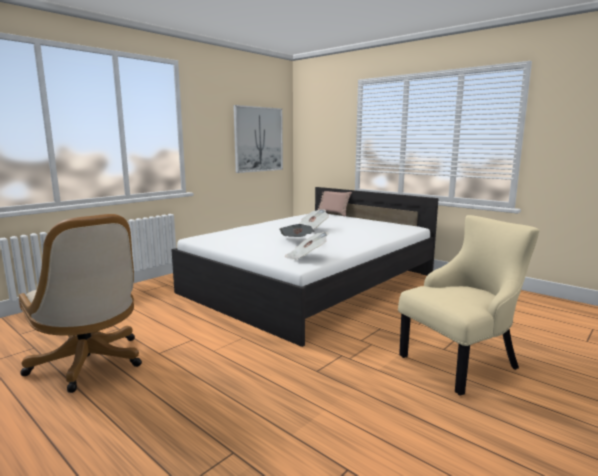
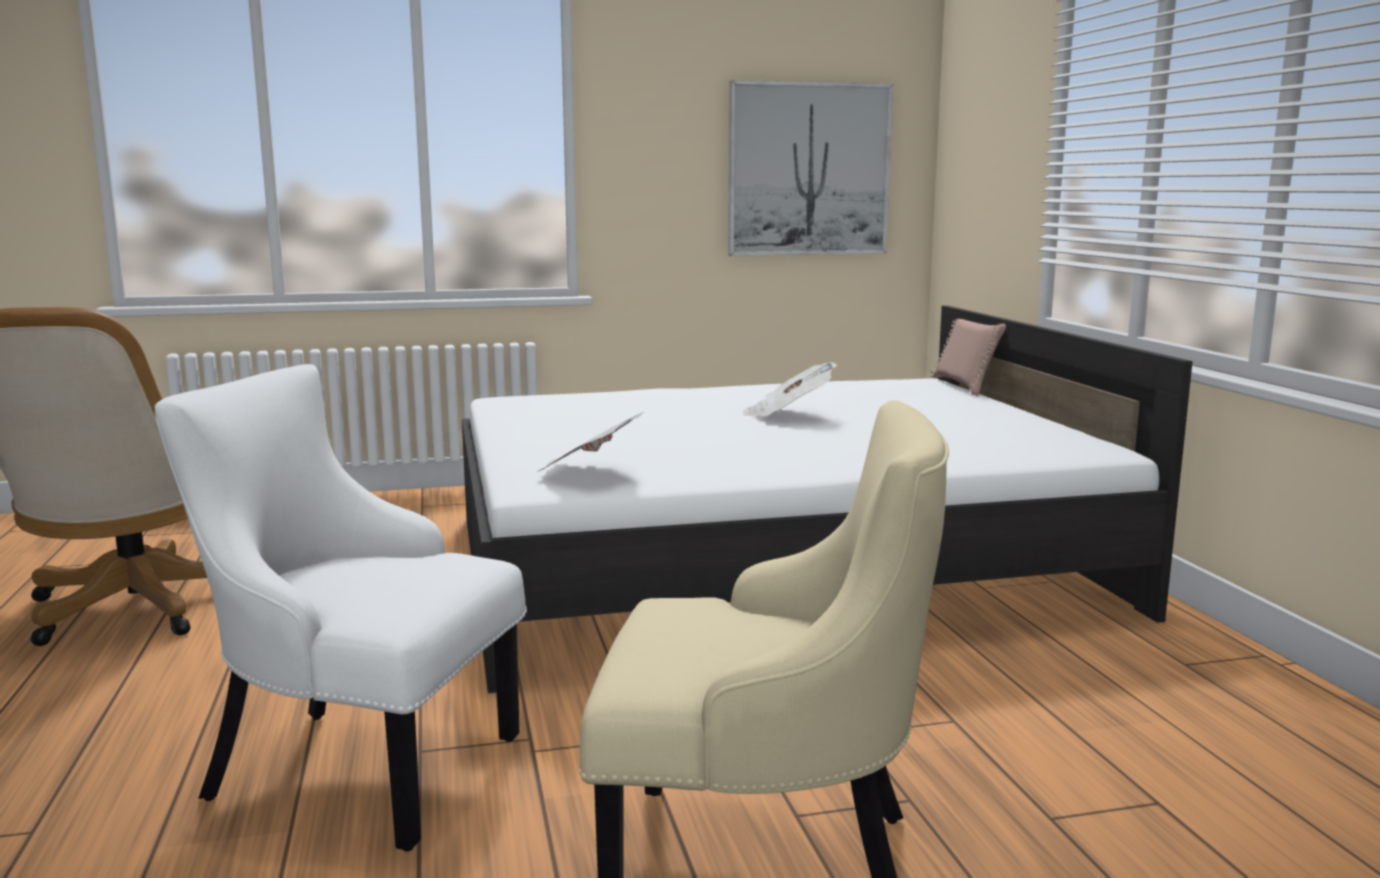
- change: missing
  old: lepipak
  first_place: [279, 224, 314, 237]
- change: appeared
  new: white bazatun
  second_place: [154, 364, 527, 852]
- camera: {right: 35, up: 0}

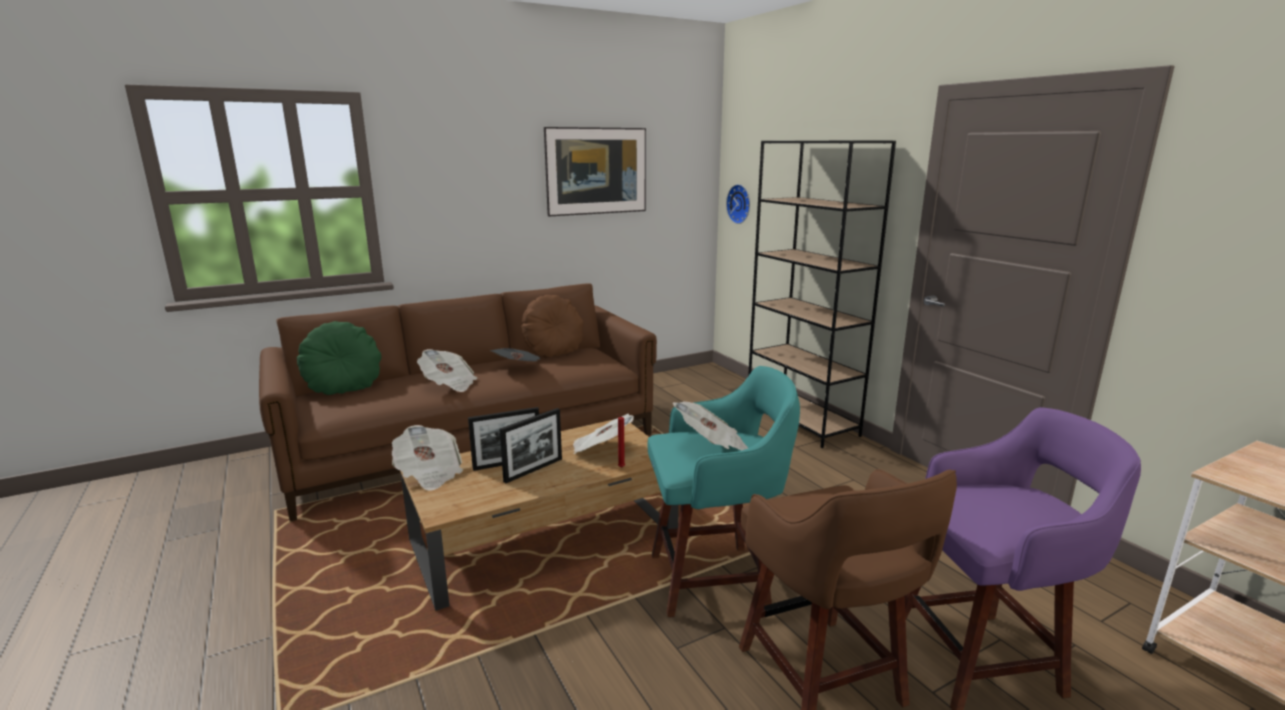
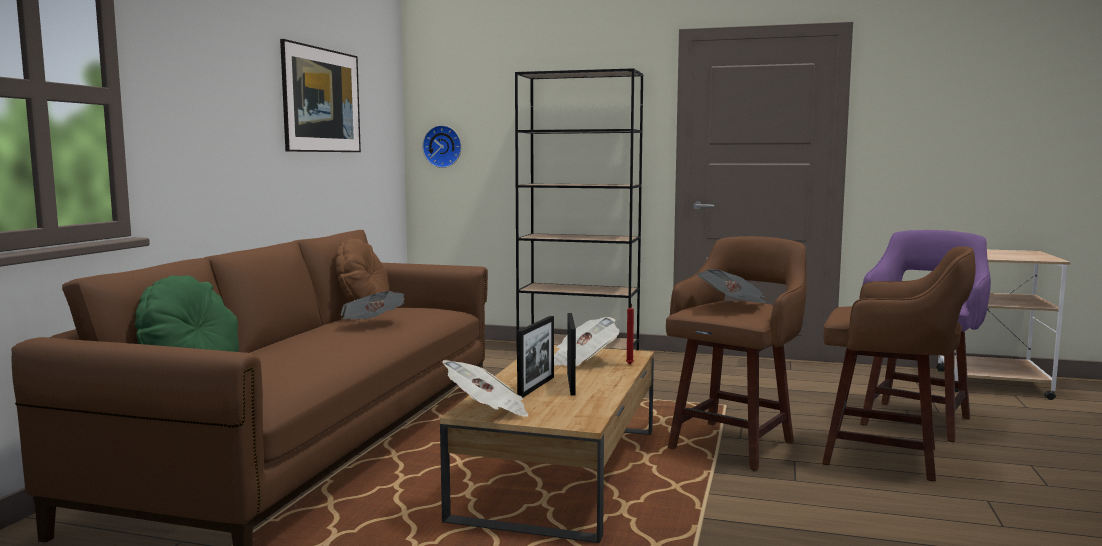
- change: missing
  old: lepipak
  first_place: [417, 349, 477, 392]
- change: colour
  old: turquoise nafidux
  new: brown nafidux
  first_place: [648, 366, 800, 617]
  second_place: [666, 236, 807, 471]
- camera: {right: -45, up: -10}

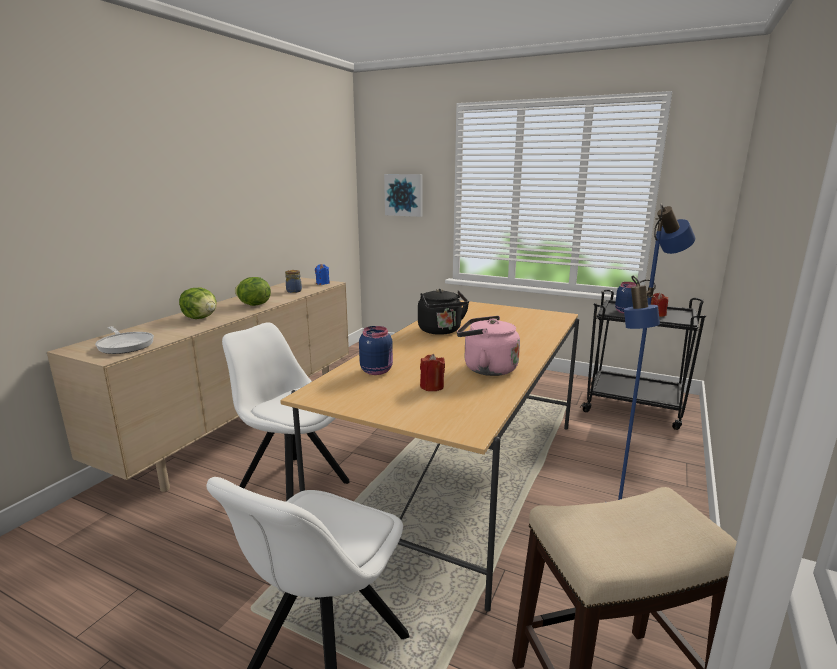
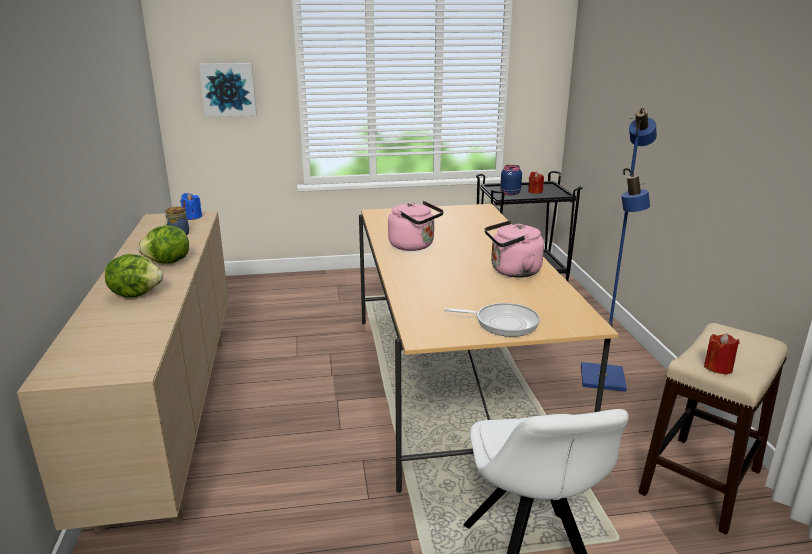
- change: missing
  old: white bazatun
  first_place: [222, 322, 350, 501]
- change: missing
  old: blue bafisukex
  first_place: [359, 326, 393, 375]
- change: relocated
  old: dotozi
  first_place: [95, 326, 154, 354]
  second_place: [444, 303, 540, 337]
- change: relocated
  old: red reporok
  first_place: [420, 354, 445, 391]
  second_place: [704, 333, 740, 375]
- change: colour
  old: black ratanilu
  new: pink ratanilu
  first_place: [418, 289, 469, 335]
  second_place: [388, 201, 444, 251]
- camera: {right: -35, up: 5}

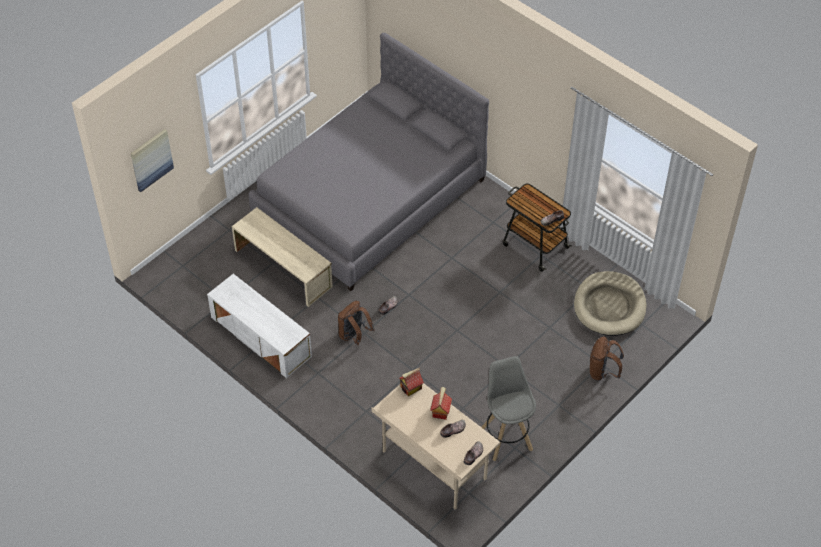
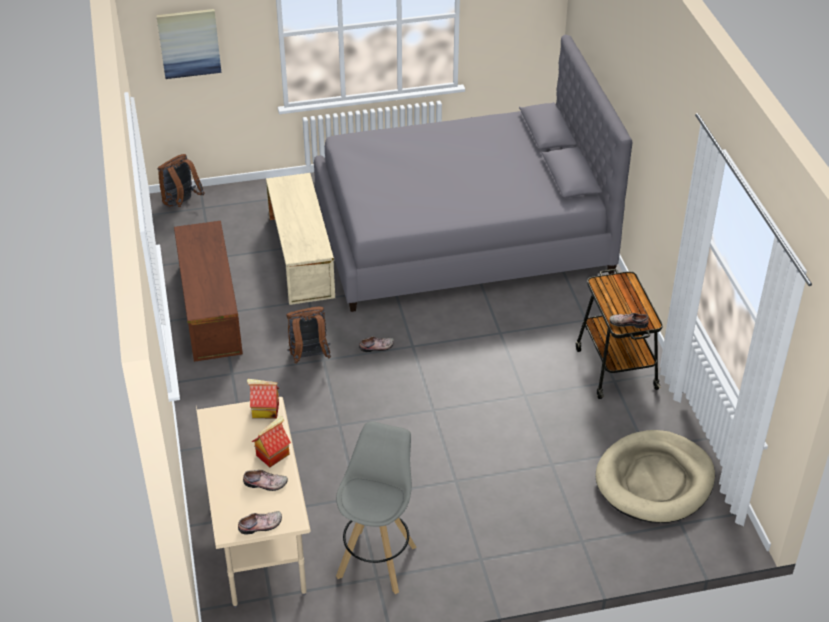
- change: relocated
  old: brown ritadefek
  first_place: [590, 337, 624, 381]
  second_place: [157, 154, 204, 207]
- change: colour
  old: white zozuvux
  new: brown zozuvux
  first_place: [207, 274, 312, 378]
  second_place: [174, 221, 243, 362]
- camera: {right: 35, up: -10}

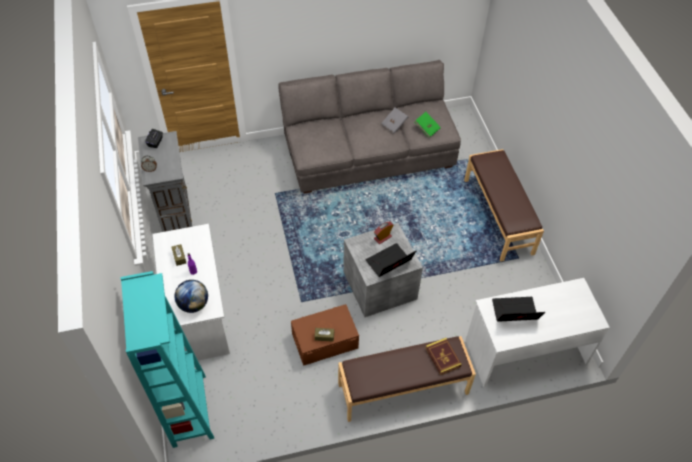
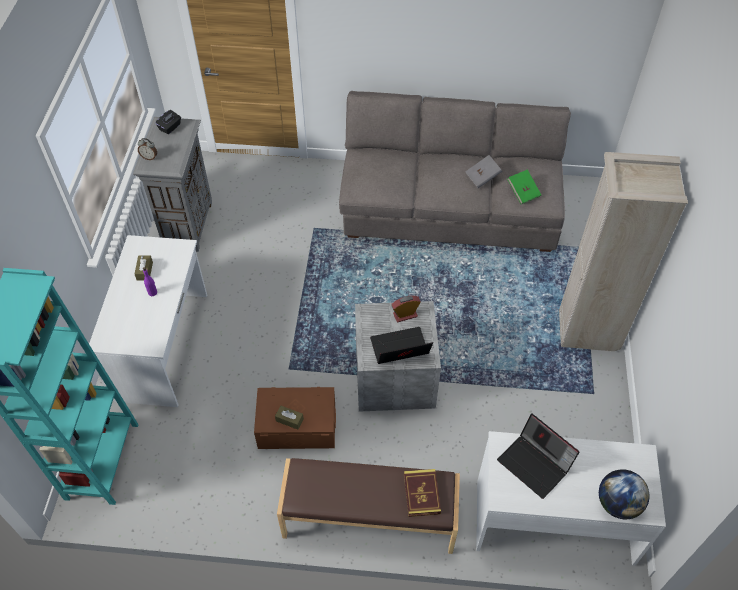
- change: relocated
  old: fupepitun
  first_place: [175, 280, 208, 313]
  second_place: [599, 469, 650, 519]
- change: exchanged
  old: brown zozuvux
  new: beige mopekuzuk
  first_place: [464, 149, 544, 262]
  second_place: [559, 152, 688, 351]
- change: spun
  old: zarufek
  first_place: [492, 297, 545, 322]
  second_place: [497, 414, 579, 499]
  degrees: -150
- camera: {right: 20, up: 0}

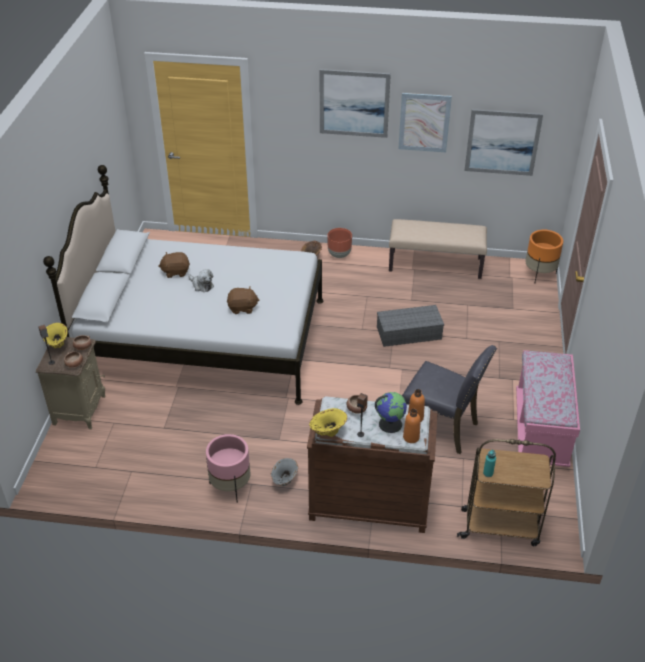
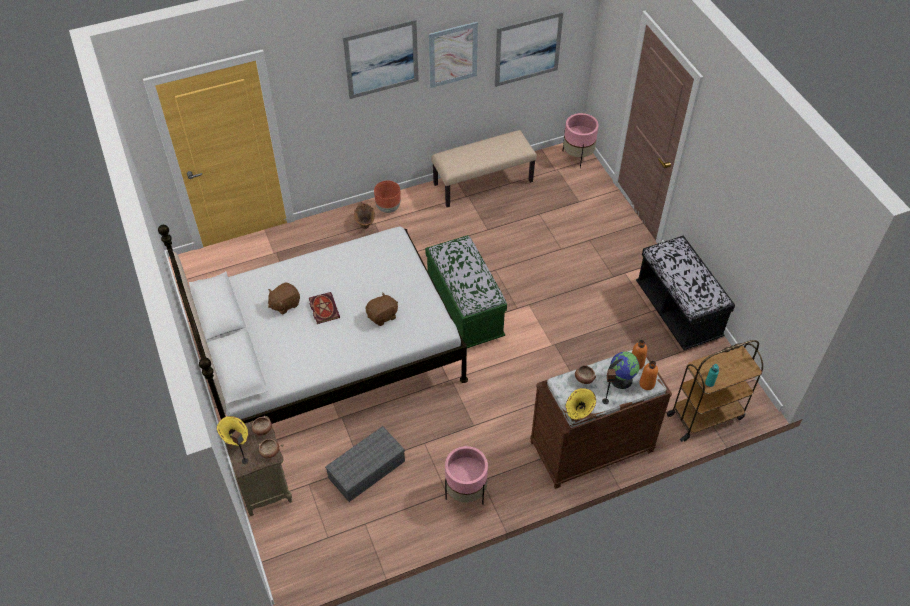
- change: missing
  old: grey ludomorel
  first_place: [271, 458, 298, 486]
- change: missing
  old: grey bazatun
  first_place: [402, 345, 497, 454]
- change: appeared
  new: green zozuvux
  second_place: [425, 235, 507, 348]
- change: relocated
  old: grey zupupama
  first_place: [377, 305, 444, 347]
  second_place: [325, 426, 405, 502]
- change: exchanged
  old: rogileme
  new: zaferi
  first_place: [188, 269, 214, 292]
  second_place: [309, 292, 340, 324]
- change: colour
  old: pink zozuvux
  new: black zozuvux
  first_place: [516, 350, 580, 467]
  second_place: [636, 235, 735, 350]
- change: colour
  old: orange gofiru
  new: pink gofiru
  first_place: [525, 230, 563, 284]
  second_place: [562, 113, 599, 168]
- camera: {right: -30, up: 10}

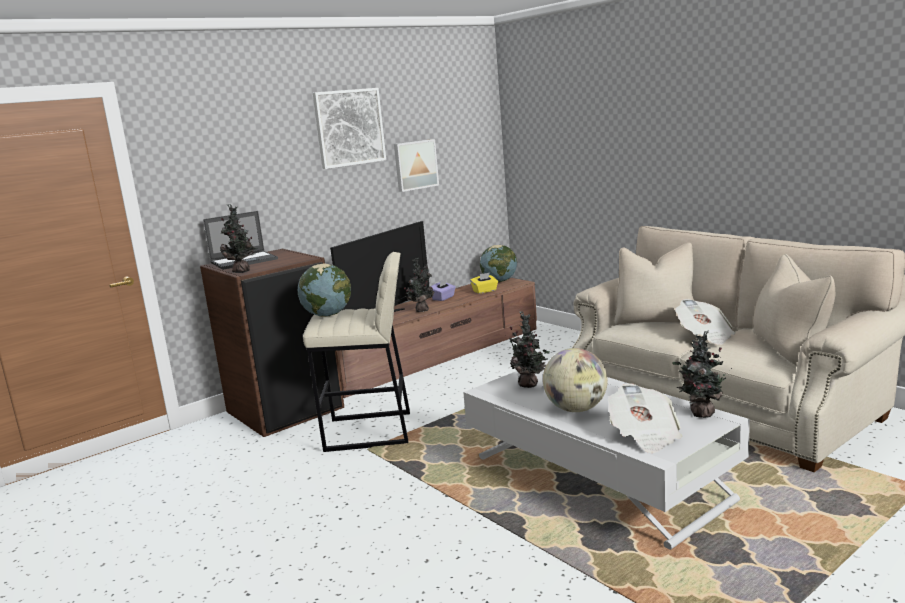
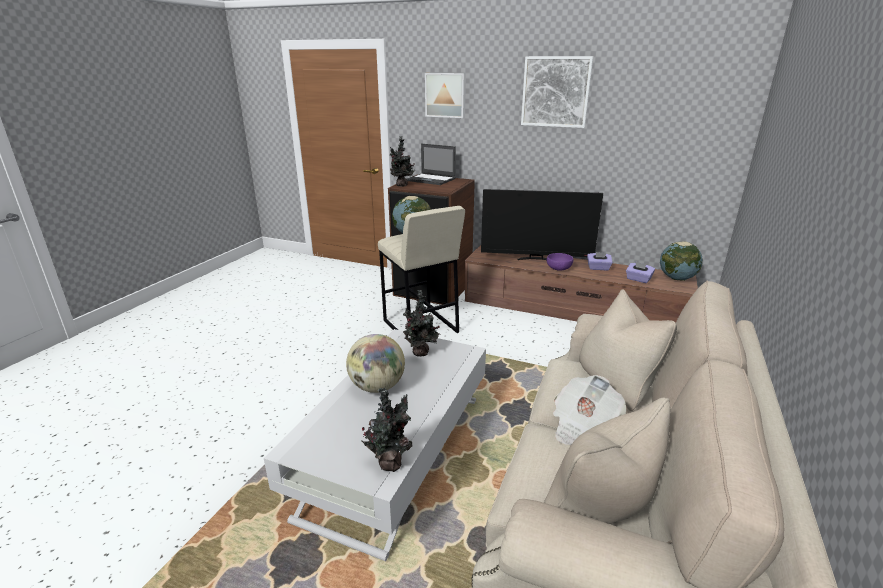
- change: missing
  old: lepipak
  first_place: [608, 383, 683, 453]
- change: relocated
  old: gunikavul
  first_place: [394, 139, 439, 192]
  second_place: [425, 73, 466, 118]
- change: exchanged
  old: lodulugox
  new: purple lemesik
  first_place: [404, 258, 435, 312]
  second_place: [547, 253, 573, 271]
- change: colour
  old: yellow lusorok
  new: purple lusorok
  first_place: [470, 273, 498, 294]
  second_place: [626, 262, 655, 283]
- camera: {right: 60, up: 10}

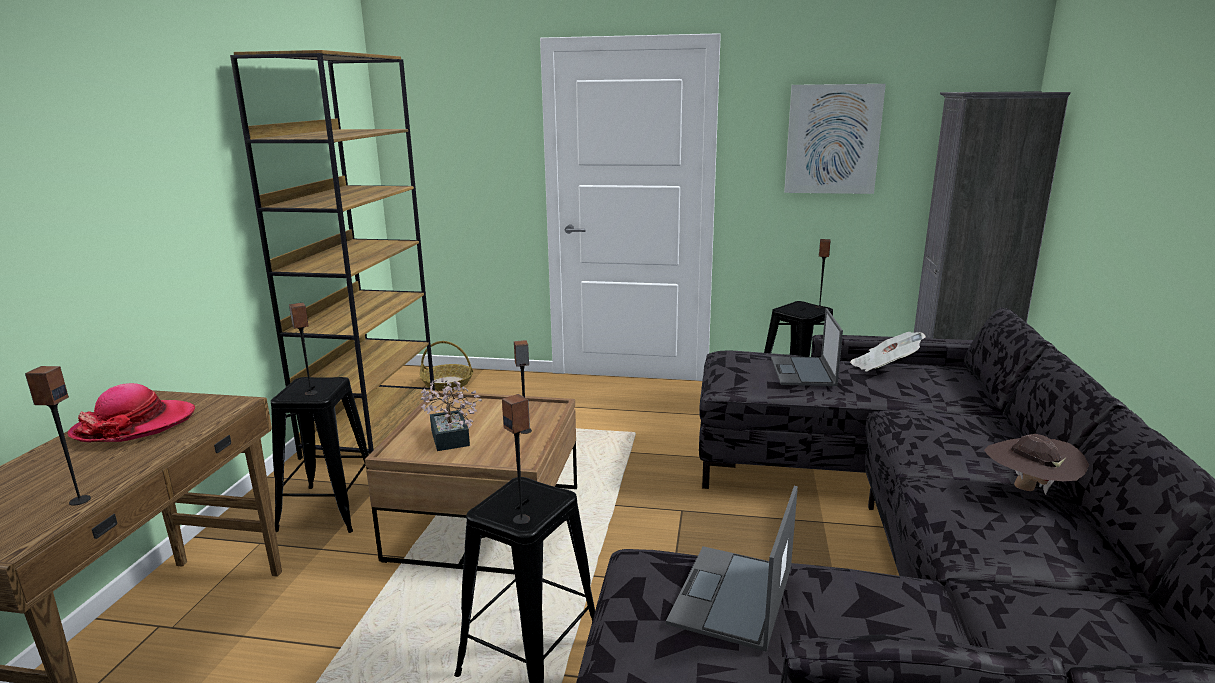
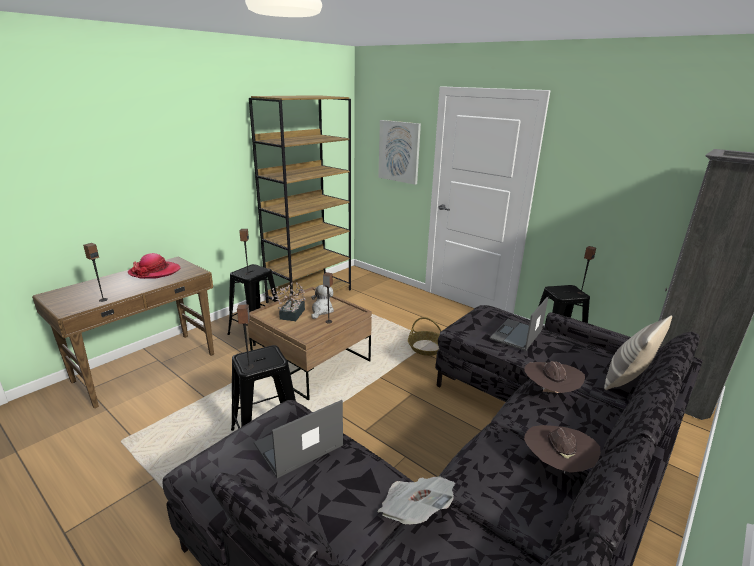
- change: appeared
  new: rogileme
  second_place: [311, 285, 334, 319]
- change: appeared
  new: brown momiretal
  second_place: [524, 361, 585, 393]
- change: appeared
  new: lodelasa
  second_place: [604, 316, 672, 390]
- change: relocated
  old: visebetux
  first_place: [420, 341, 473, 391]
  second_place: [408, 317, 441, 356]
- change: relocated
  old: gunikavul
  first_place: [784, 84, 886, 194]
  second_place: [378, 120, 421, 185]
- change: relocated
  old: lepipak
  first_place: [850, 332, 926, 371]
  second_place: [377, 476, 455, 525]
- camera: {right: 30, up: 5}

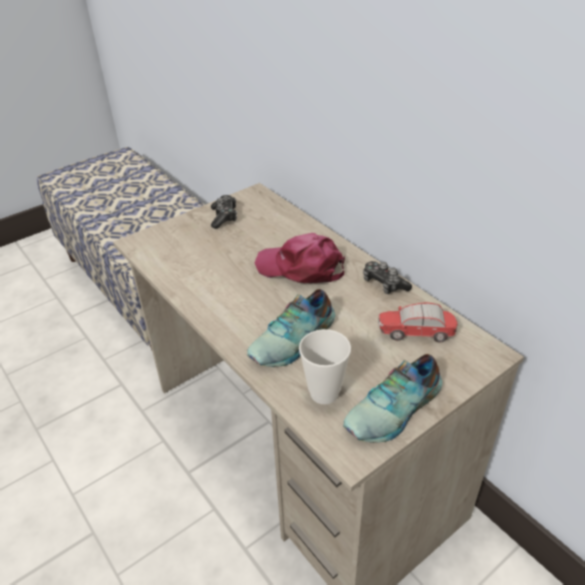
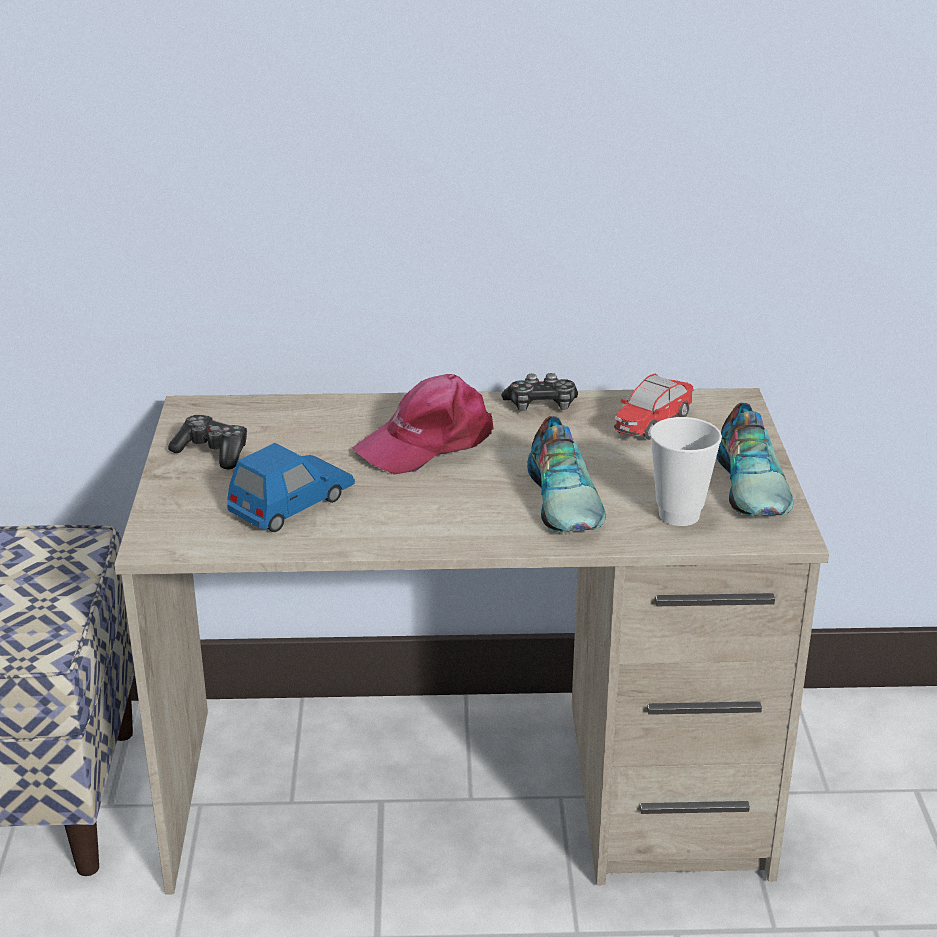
- change: appeared
  new: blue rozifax
  second_place: [227, 443, 355, 532]
- camera: {right: -55, up: -10}

